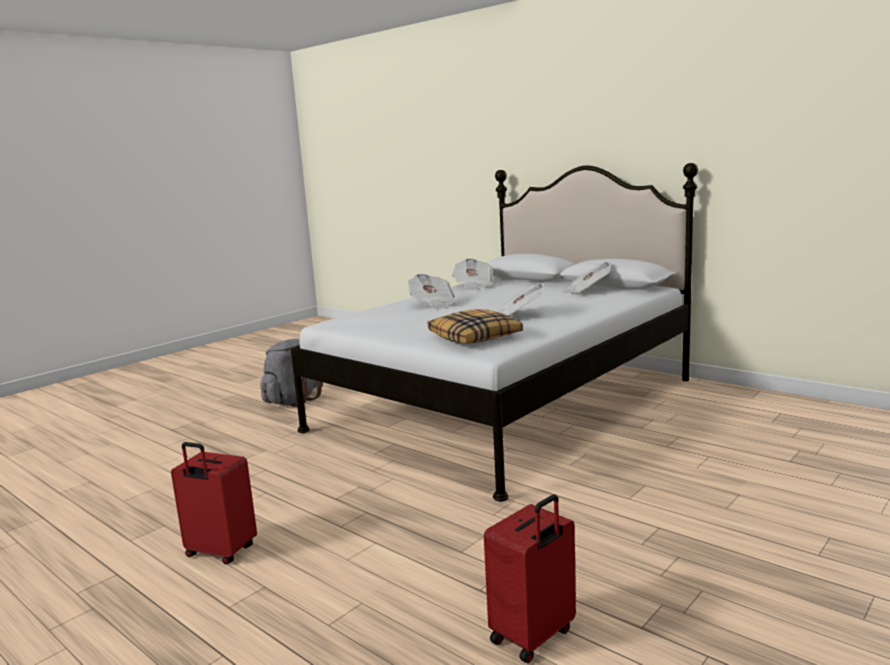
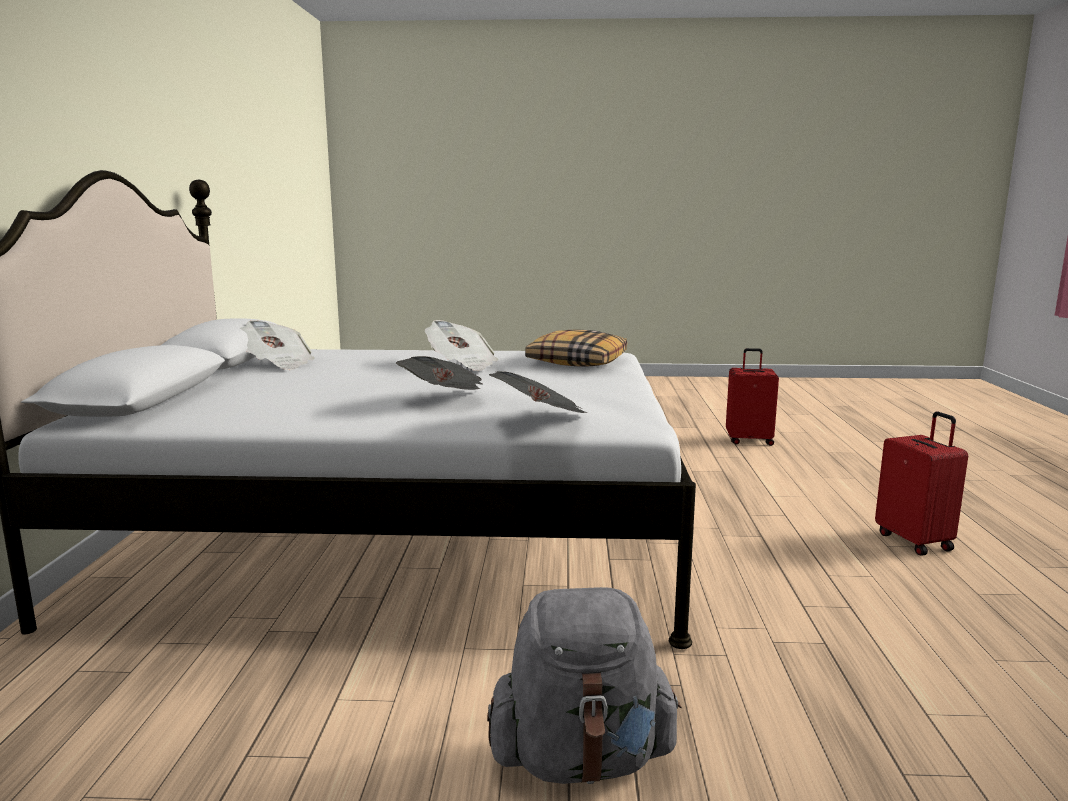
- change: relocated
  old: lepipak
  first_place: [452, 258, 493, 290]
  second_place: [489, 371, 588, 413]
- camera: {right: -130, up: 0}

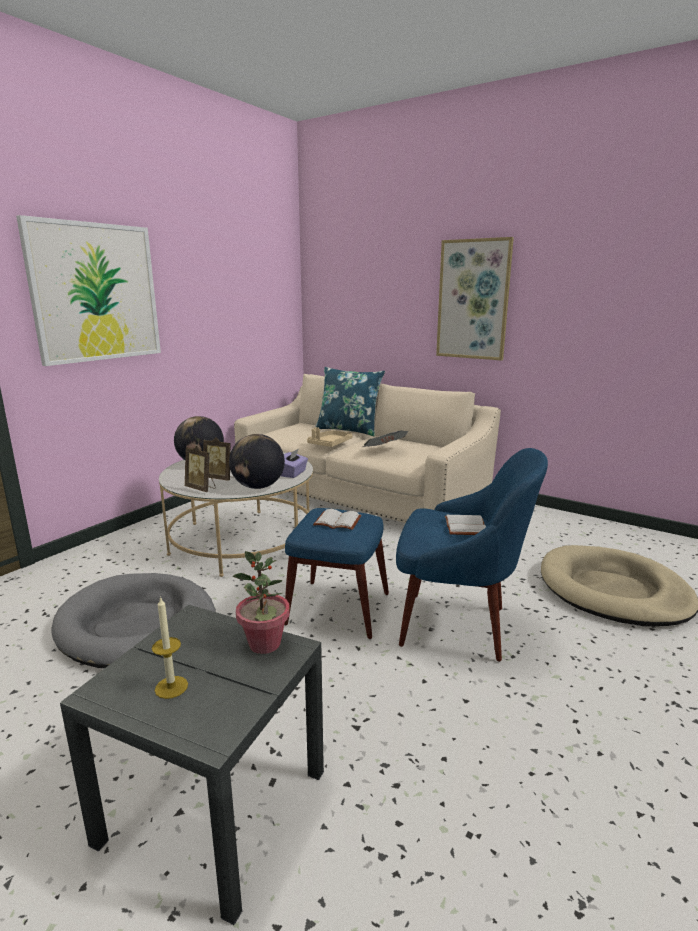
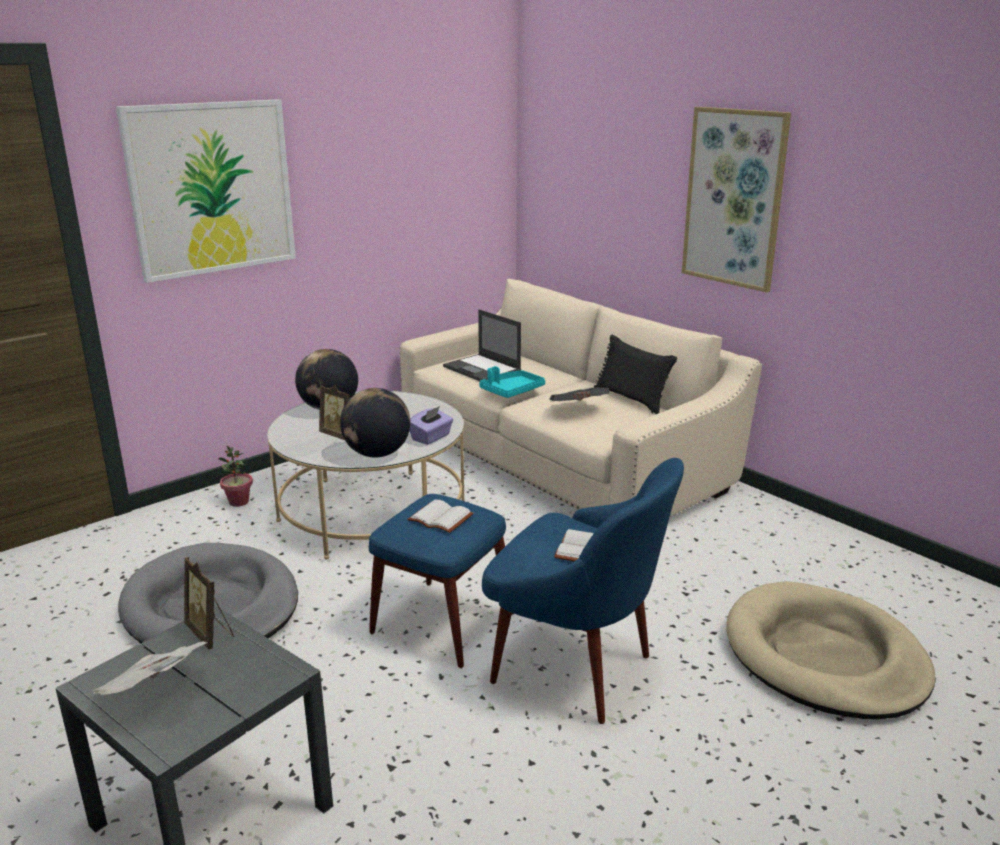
- change: missing
  old: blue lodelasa
  first_place: [315, 367, 385, 436]
- change: appeared
  new: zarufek
  second_place: [443, 309, 521, 381]
- change: appeared
  new: black lodelasa
  second_place: [594, 335, 677, 414]
- change: relocated
  old: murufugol
  first_place: [185, 446, 216, 492]
  second_place: [184, 557, 234, 650]
- change: relocated
  old: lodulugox
  first_place: [233, 551, 290, 654]
  second_place: [218, 446, 253, 507]
- change: exchanged
  old: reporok
  new: lepipak
  first_place: [152, 596, 188, 699]
  second_place: [93, 641, 208, 695]
- change: colour
  old: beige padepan
  new: turquoise padepan
  first_place: [307, 427, 352, 447]
  second_place: [479, 366, 545, 398]
- camera: {right: 15, up: 5}

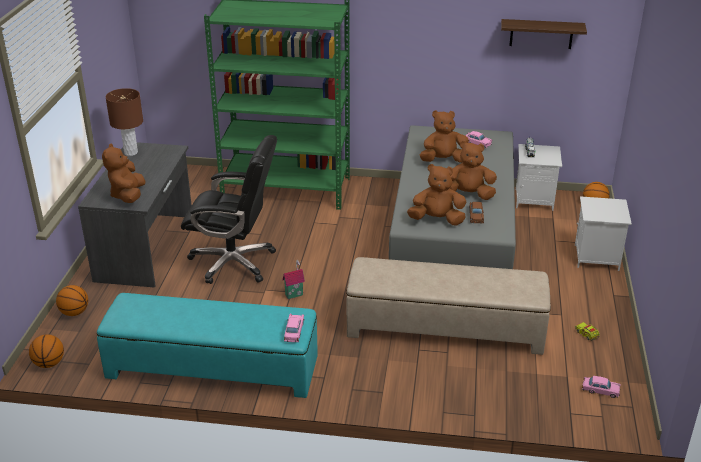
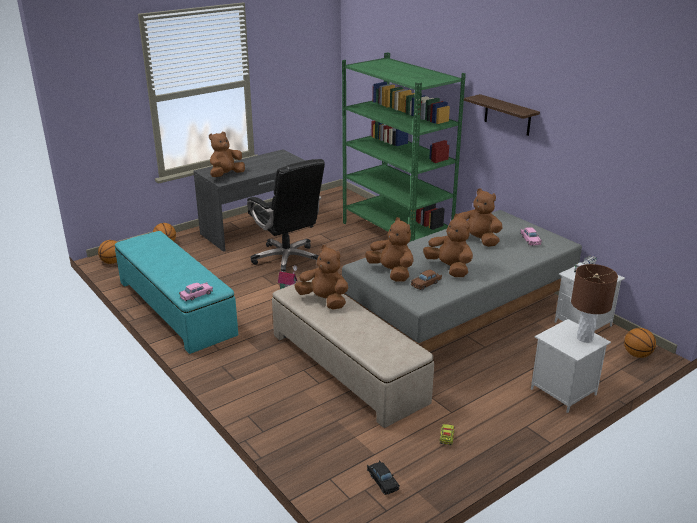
- change: appeared
  new: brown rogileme
  second_place: [294, 245, 348, 310]
- change: relocated
  old: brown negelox
  first_place: [106, 88, 143, 156]
  second_place: [571, 264, 618, 343]
- change: relocated
  old: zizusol
  first_place: [501, 19, 587, 49]
  second_place: [464, 94, 540, 136]
- change: colour
  old: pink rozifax
  new: black rozifax
  first_place: [582, 376, 621, 398]
  second_place: [367, 460, 400, 495]
- camera: {right: 45, up: -5}

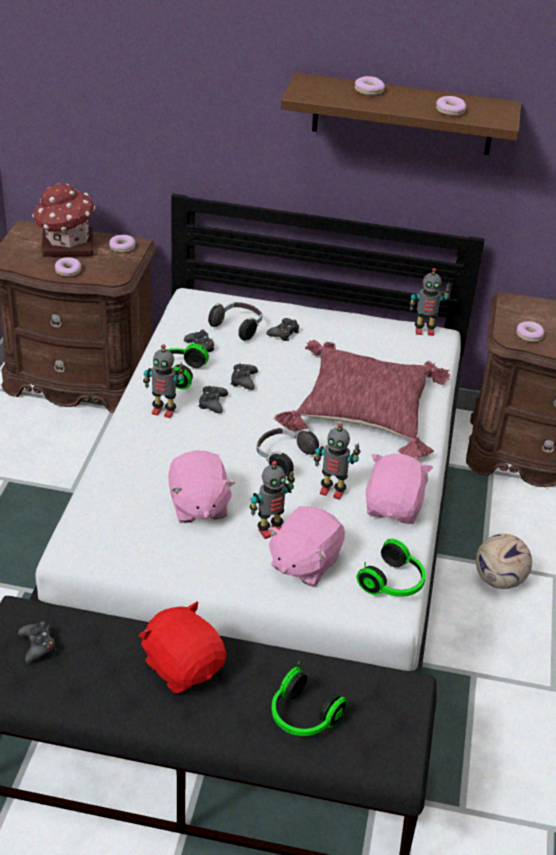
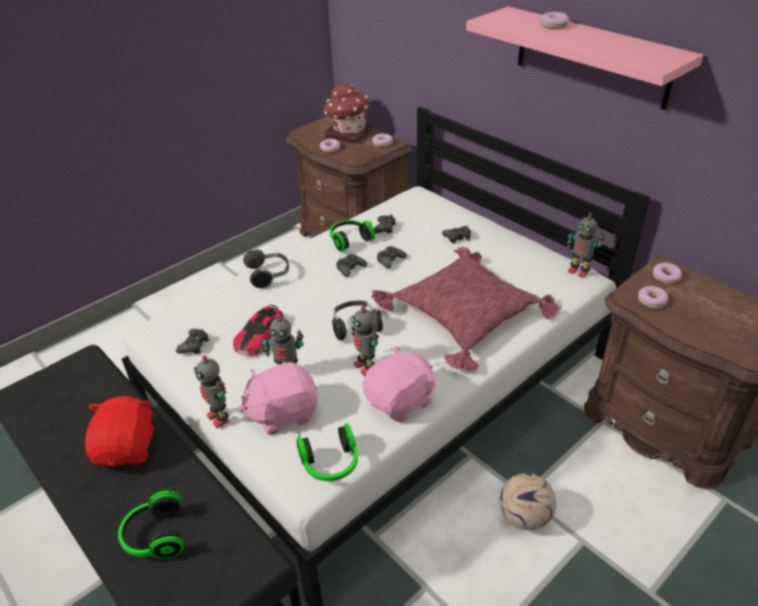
- change: relocated
  old: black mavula
  first_place: [18, 621, 57, 663]
  second_place: [176, 329, 209, 354]
- change: relocated
  old: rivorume
  first_place: [143, 344, 185, 418]
  second_place: [194, 355, 229, 428]
- change: relocated
  old: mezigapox
  first_place: [208, 302, 262, 341]
  second_place: [244, 249, 289, 289]
- change: relocated
  old: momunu
  first_place: [436, 96, 466, 116]
  second_place: [653, 263, 682, 284]
- change: exchanged
  old: pink rogileme
  new: rozifax
  first_place: [168, 451, 235, 523]
  second_place: [233, 305, 284, 356]
- change: colour
  old: brown zizusol
  new: pink zizusol
  first_place: [281, 72, 521, 155]
  second_place: [466, 7, 704, 110]
- camera: {right: 40, up: 0}

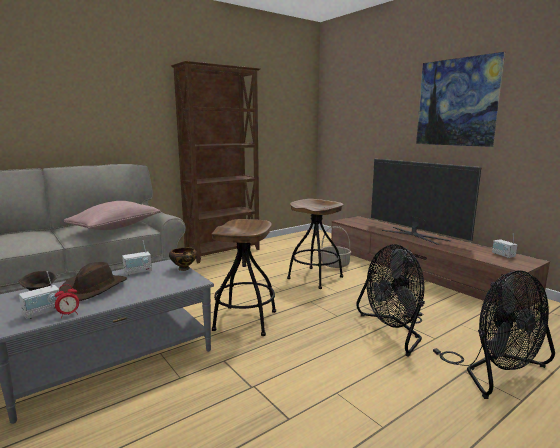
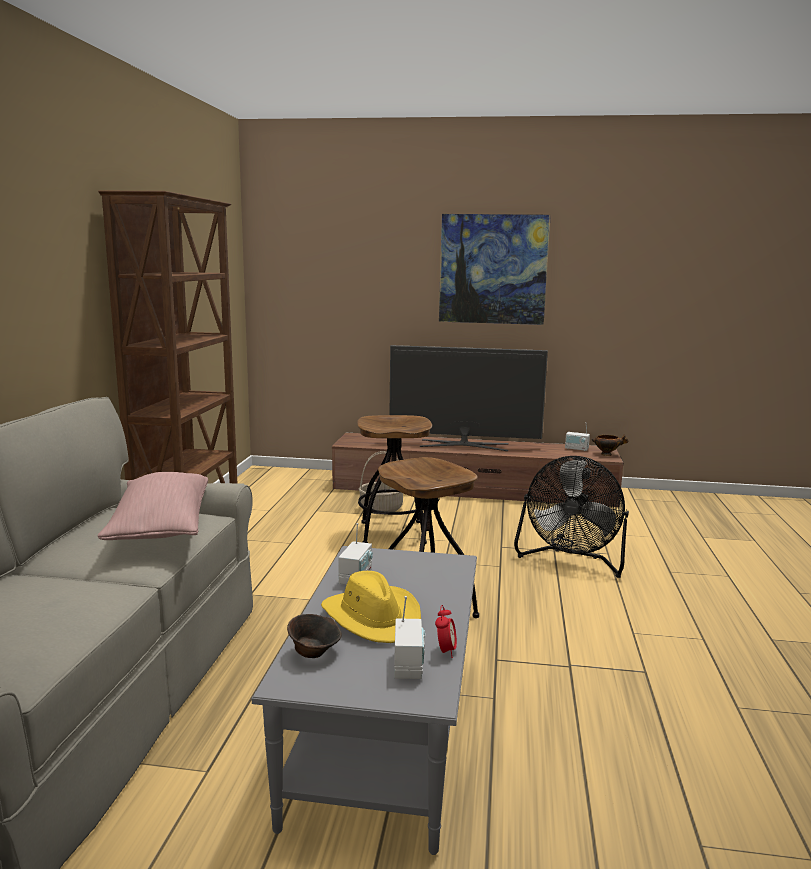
- change: missing
  old: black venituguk
  first_place: [433, 270, 555, 399]
- change: relocated
  old: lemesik
  first_place: [169, 247, 197, 271]
  second_place: [592, 434, 629, 456]
- change: colour
  old: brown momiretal
  new: yellow momiretal
  first_place: [60, 262, 127, 301]
  second_place: [321, 571, 421, 643]
- camera: {right: -45, up: 0}

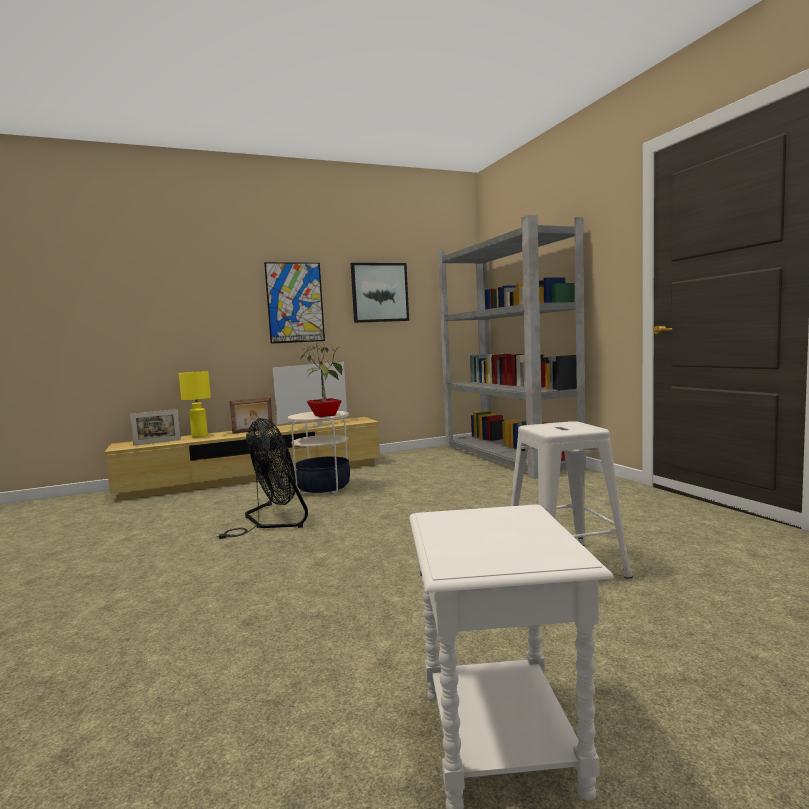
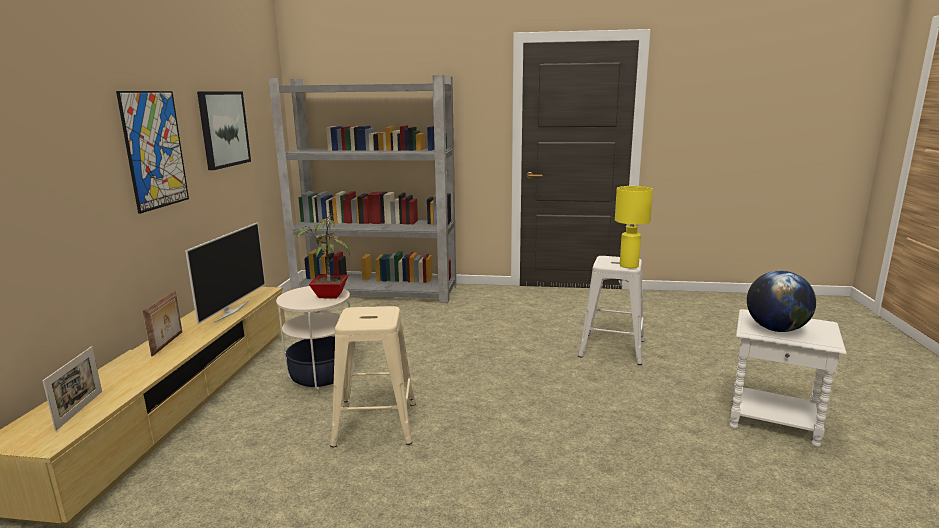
- change: appeared
  new: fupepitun
  second_place: [747, 270, 816, 332]
- change: relocated
  old: yellow negelox
  first_place: [179, 371, 211, 437]
  second_place: [615, 186, 653, 269]
- change: exchanged
  old: black venituguk
  new: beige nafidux
  first_place: [217, 418, 308, 539]
  second_place: [330, 306, 416, 447]
- change: spun
  old: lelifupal
  first_place: [273, 362, 347, 430]
  second_place: [185, 222, 265, 324]
  degrees: -150
- camera: {right: -60, up: 10}

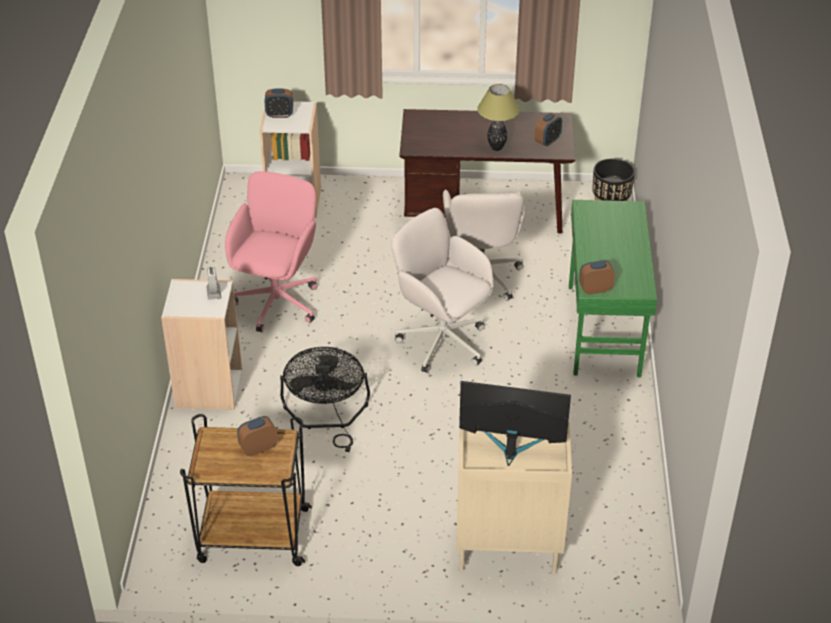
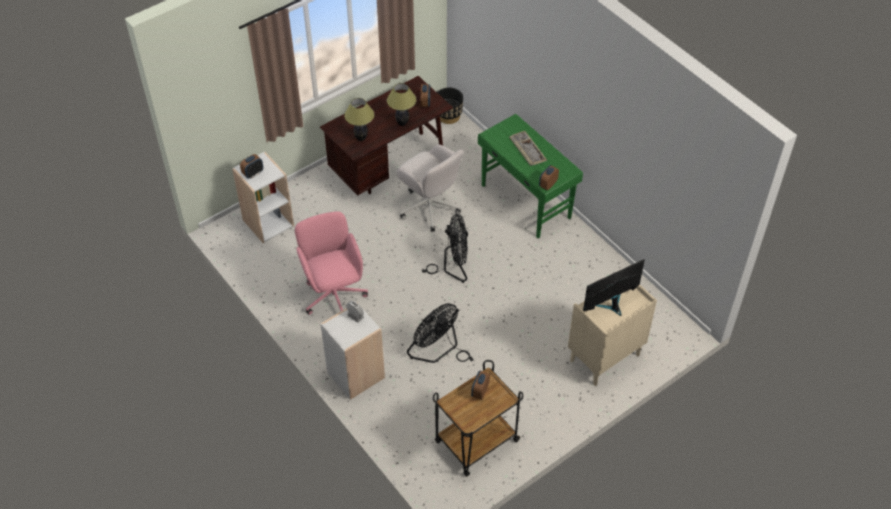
- change: appeared
  new: negelox
  second_place: [344, 98, 374, 141]
- change: appeared
  new: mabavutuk
  second_place: [510, 131, 547, 166]
- change: exchanged
  old: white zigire
  new: black venituguk
  first_place: [391, 208, 493, 373]
  second_place: [422, 214, 468, 283]
- camera: {right: -40, up: 10}

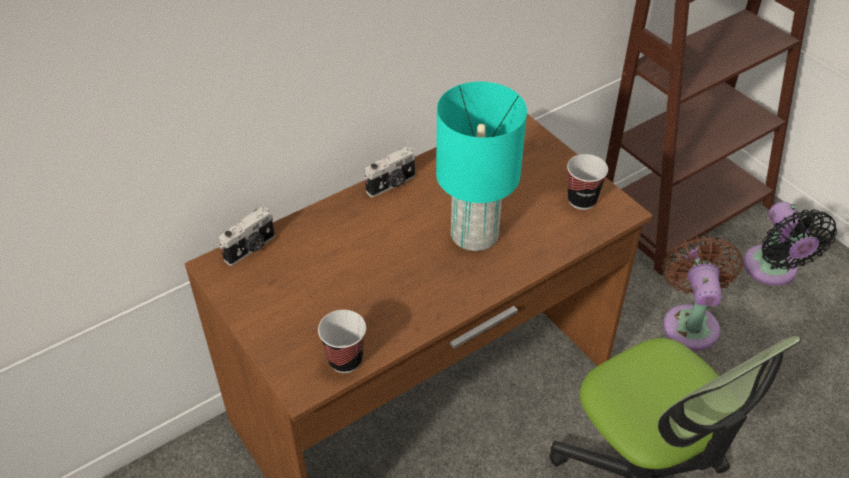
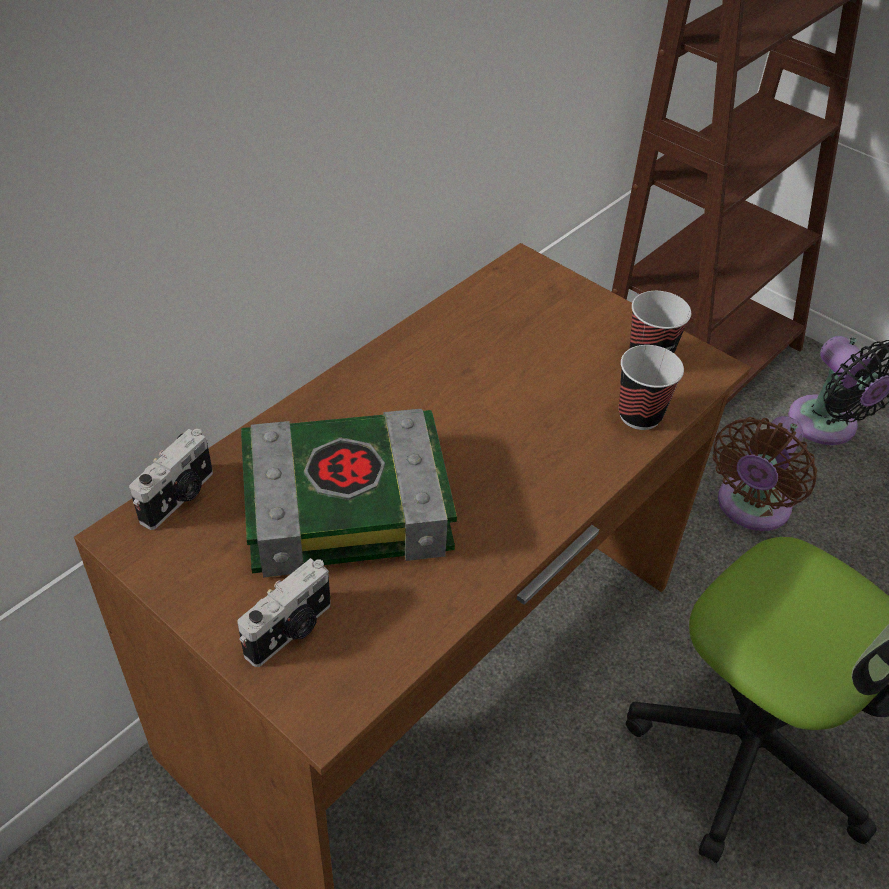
- change: missing
  old: turquoise negelox
  first_place: [436, 82, 527, 251]
- change: appeared
  new: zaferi
  second_place: [241, 409, 457, 578]
- change: relocated
  old: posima
  first_place: [318, 310, 366, 373]
  second_place: [619, 345, 684, 430]
- change: relocated
  old: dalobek
  first_place: [365, 147, 415, 197]
  second_place: [237, 558, 331, 667]
- change: spun
  old: brown venituguk
  first_place: [662, 236, 743, 350]
  second_place: [713, 416, 817, 531]
  degrees: -135
- camera: {right: -15, up: 0}

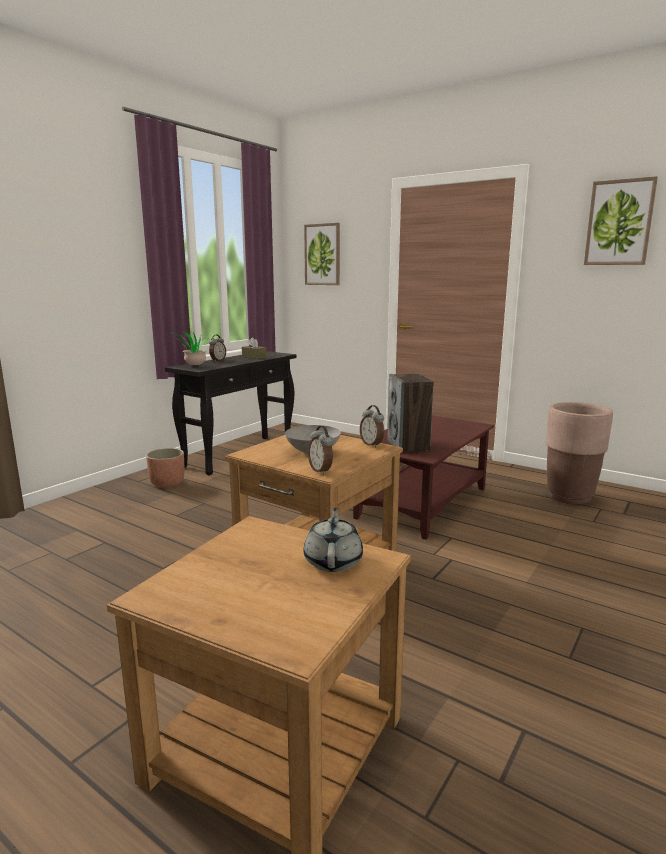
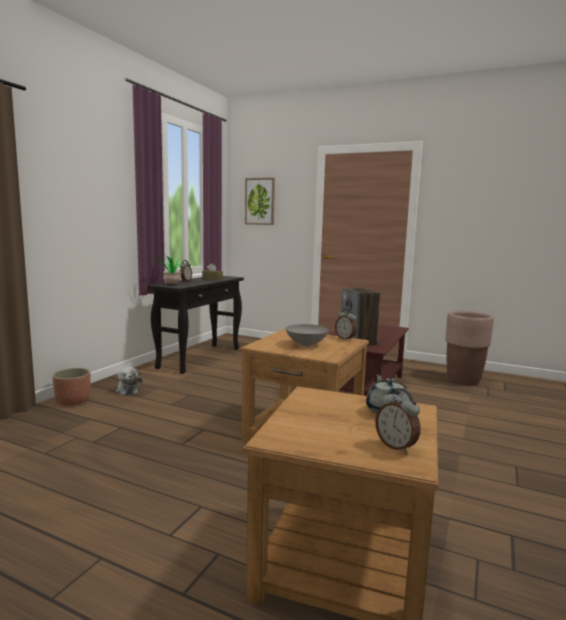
- change: missing
  old: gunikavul
  first_place: [584, 176, 658, 265]
- change: appeared
  new: rogileme
  second_place: [116, 367, 142, 395]
- change: relocated
  old: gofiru
  first_place: [146, 448, 184, 487]
  second_place: [52, 368, 91, 406]
- change: relocated
  old: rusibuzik
  first_place: [308, 426, 333, 474]
  second_place: [375, 388, 421, 453]
- camera: {right: -10, up: -5}

